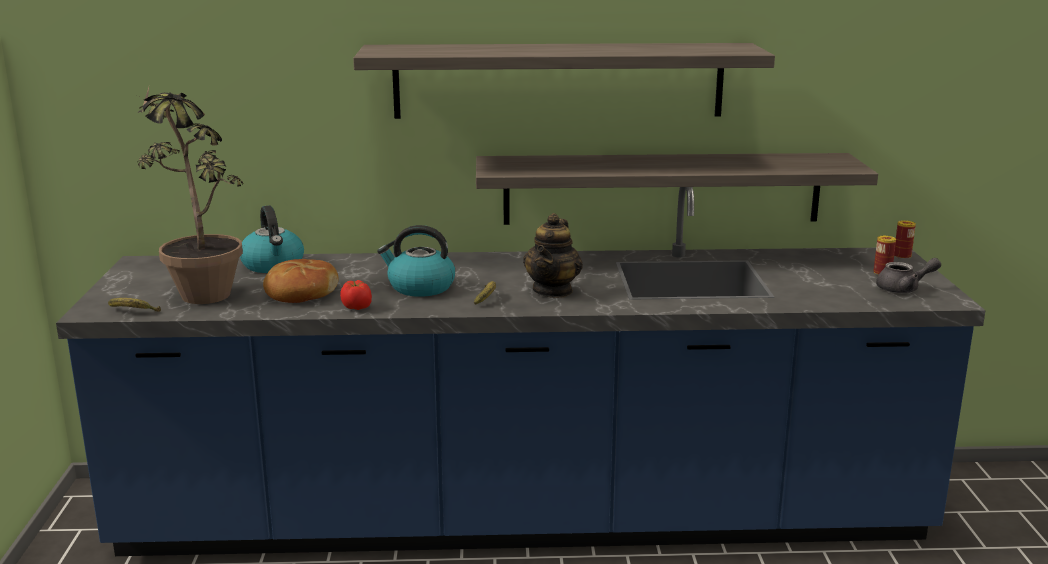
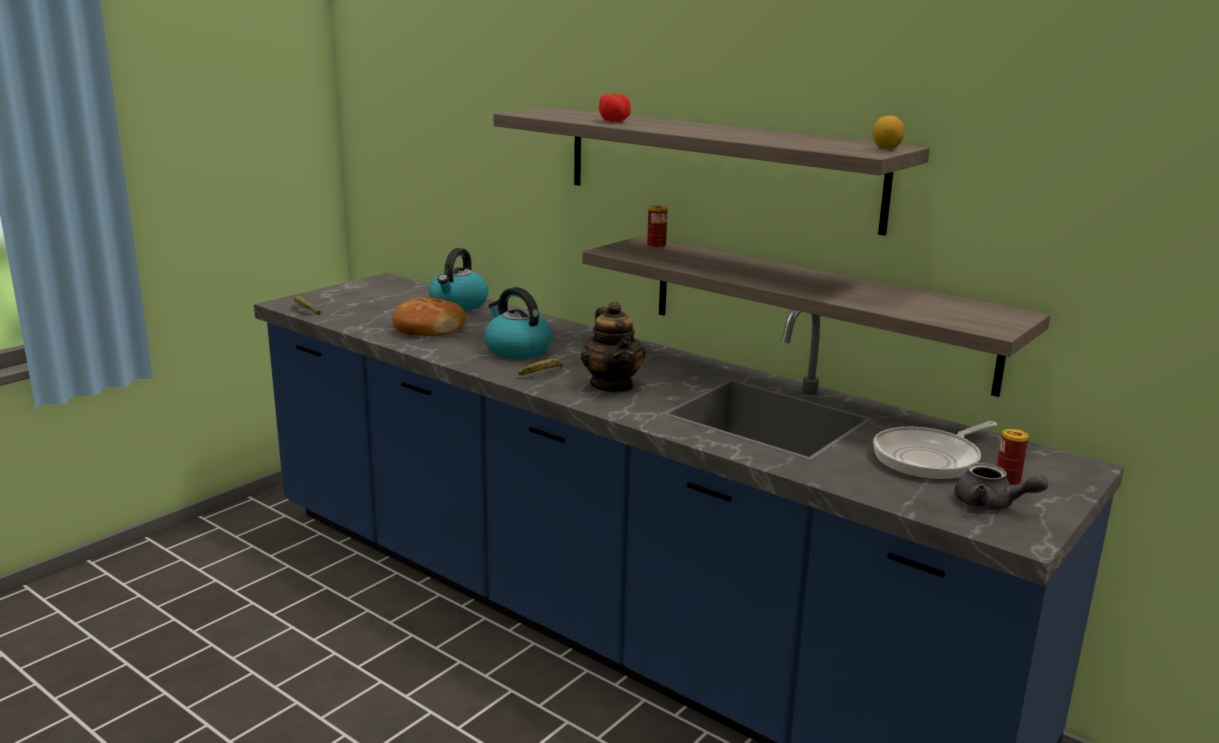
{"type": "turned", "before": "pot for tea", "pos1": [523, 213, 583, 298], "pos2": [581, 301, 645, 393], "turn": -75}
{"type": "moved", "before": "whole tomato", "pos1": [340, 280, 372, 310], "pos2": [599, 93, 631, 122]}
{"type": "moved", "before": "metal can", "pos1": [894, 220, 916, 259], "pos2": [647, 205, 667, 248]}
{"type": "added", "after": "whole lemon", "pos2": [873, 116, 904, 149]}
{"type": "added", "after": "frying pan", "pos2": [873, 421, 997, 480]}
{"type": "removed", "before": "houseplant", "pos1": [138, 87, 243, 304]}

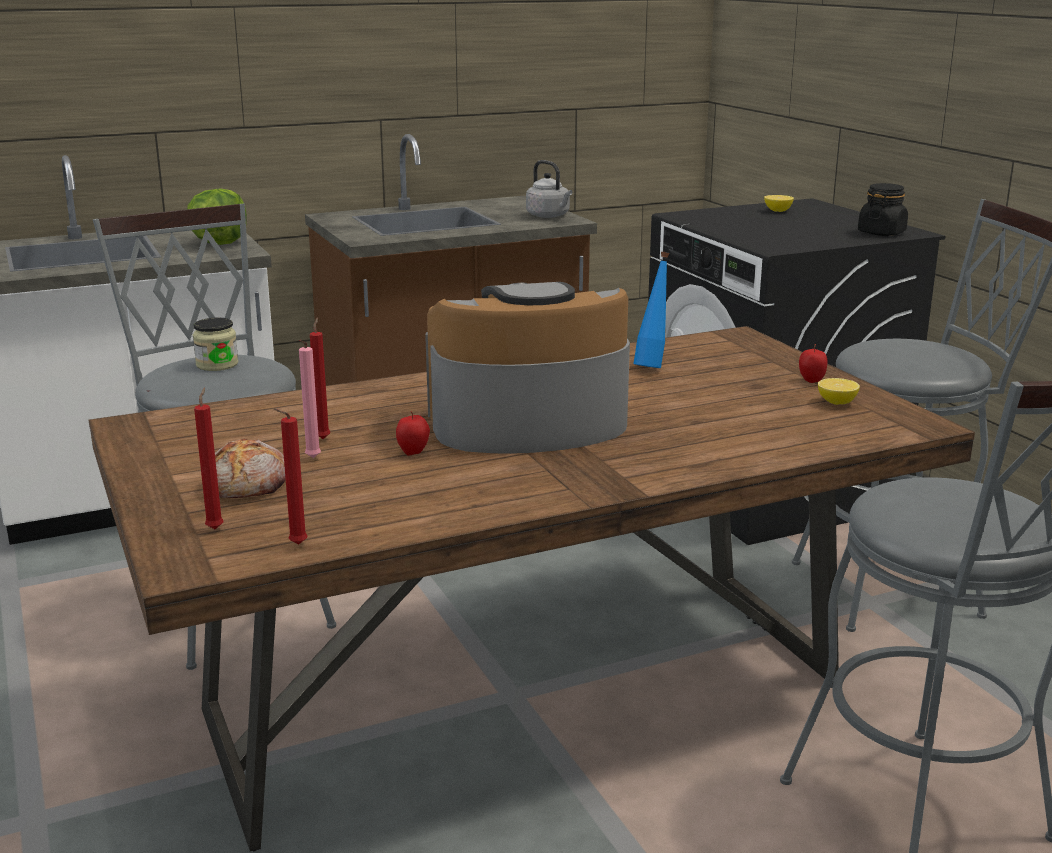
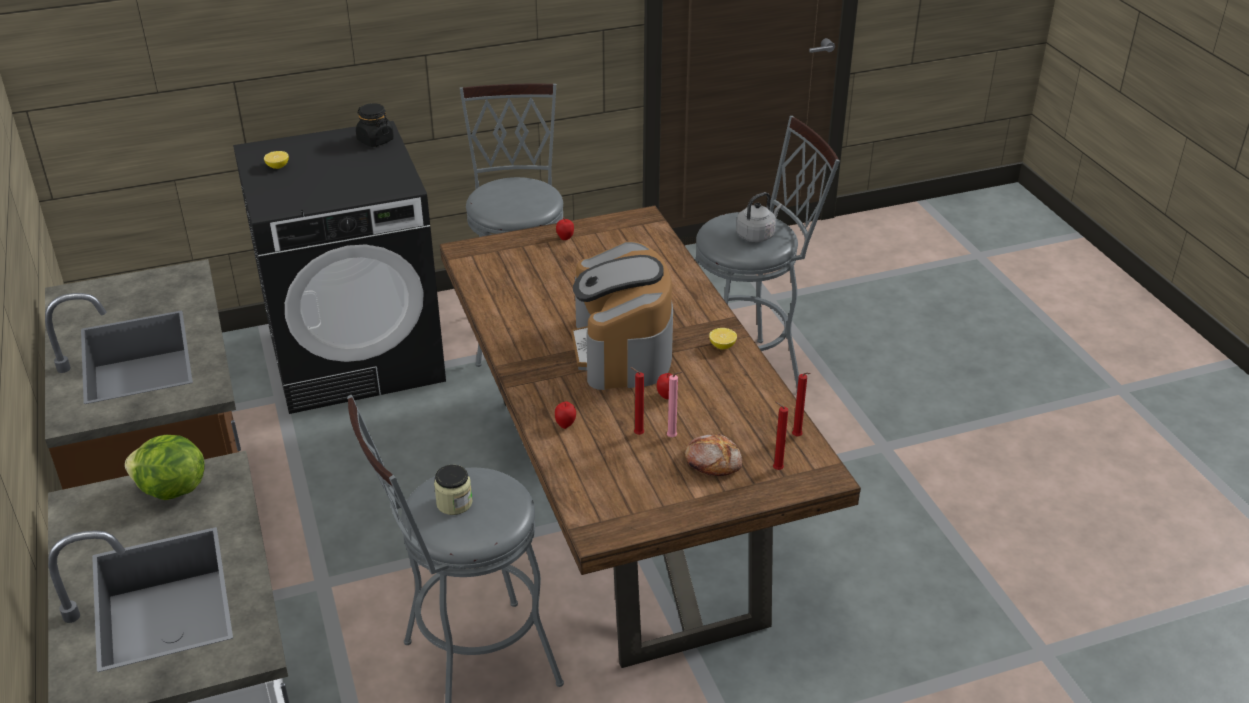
{"type": "added", "after": "apple fruit", "pos2": [555, 402, 576, 429]}
{"type": "moved", "before": "whole lemon", "pos1": [818, 378, 860, 405], "pos2": [709, 328, 737, 349]}
{"type": "moved", "before": "water kettle in grey", "pos1": [526, 160, 572, 218], "pos2": [736, 192, 782, 242]}
{"type": "removed", "before": "bottle in blue", "pos1": [633, 252, 669, 368]}

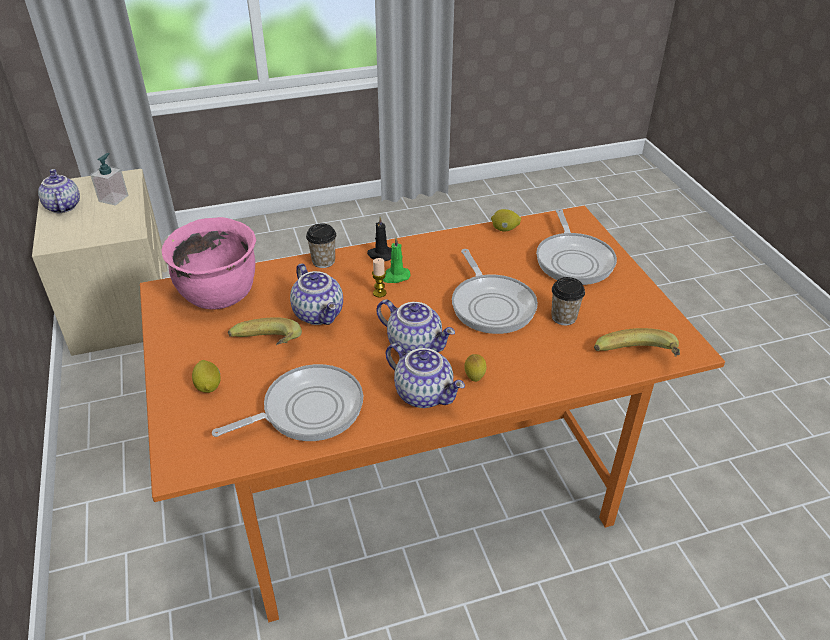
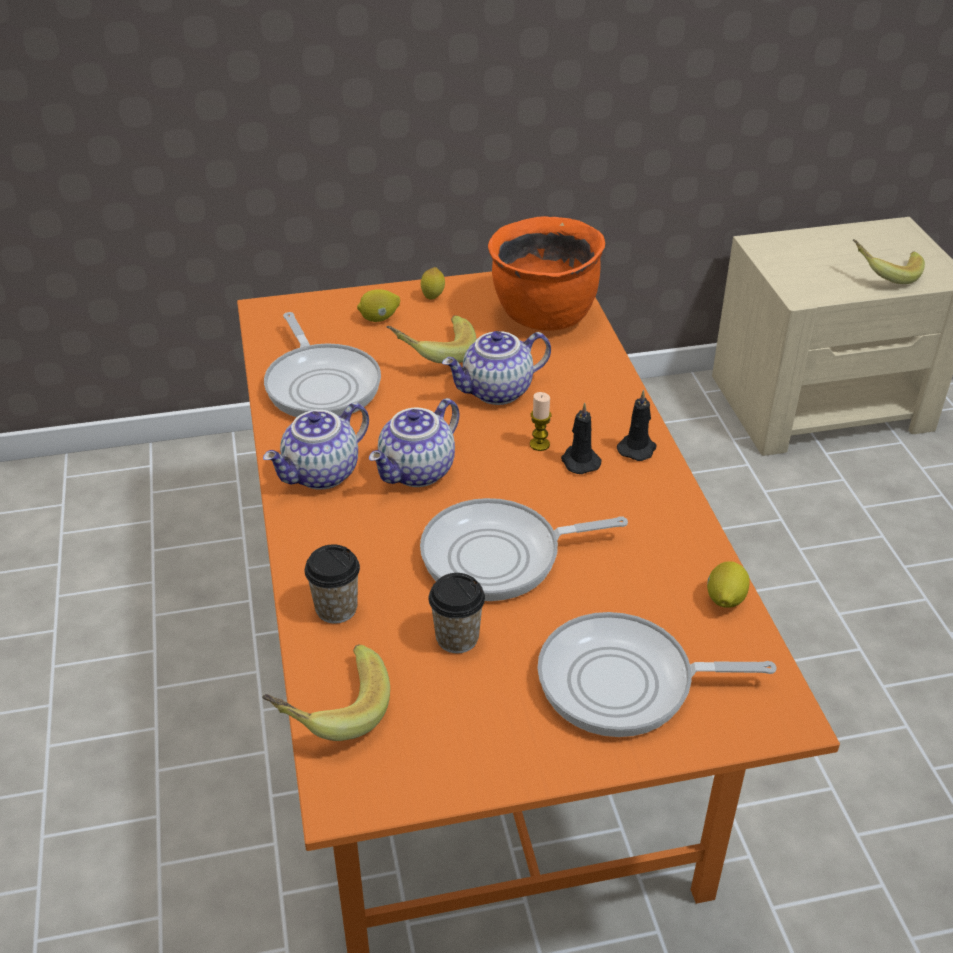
{"type": "moved", "before": "cup", "pos1": [306, 223, 336, 268], "pos2": [304, 544, 360, 624]}
{"type": "moved", "before": "whole lemon", "pos1": [464, 354, 486, 382], "pos2": [421, 267, 445, 300]}
{"type": "recoloured", "before": "saucepot in pink", "after": "saucepot in orange-coloured", "pos1": [162, 217, 256, 310], "pos2": [488, 216, 605, 331]}
{"type": "recoloured", "before": "wax light in greenish", "after": "wax light in blackish", "pos1": [383, 237, 411, 283], "pos2": [561, 403, 602, 474]}
{"type": "replaced", "before": "liquid soap bottle", "after": "banana fruit", "pos1": [90, 153, 128, 206], "pos2": [853, 239, 925, 284]}
{"type": "removed", "before": "pot for tea", "pos1": [38, 169, 80, 213]}

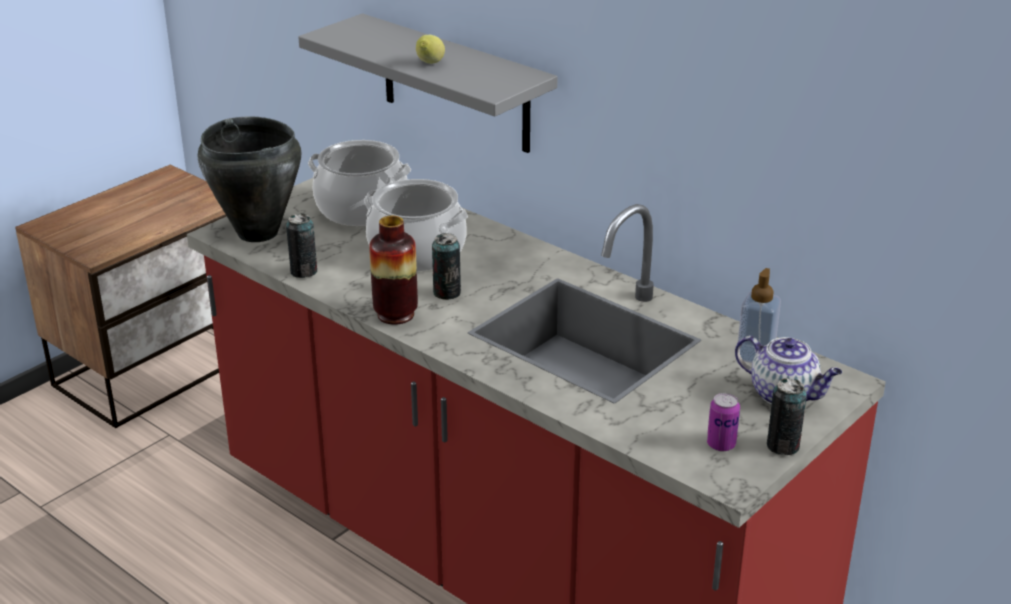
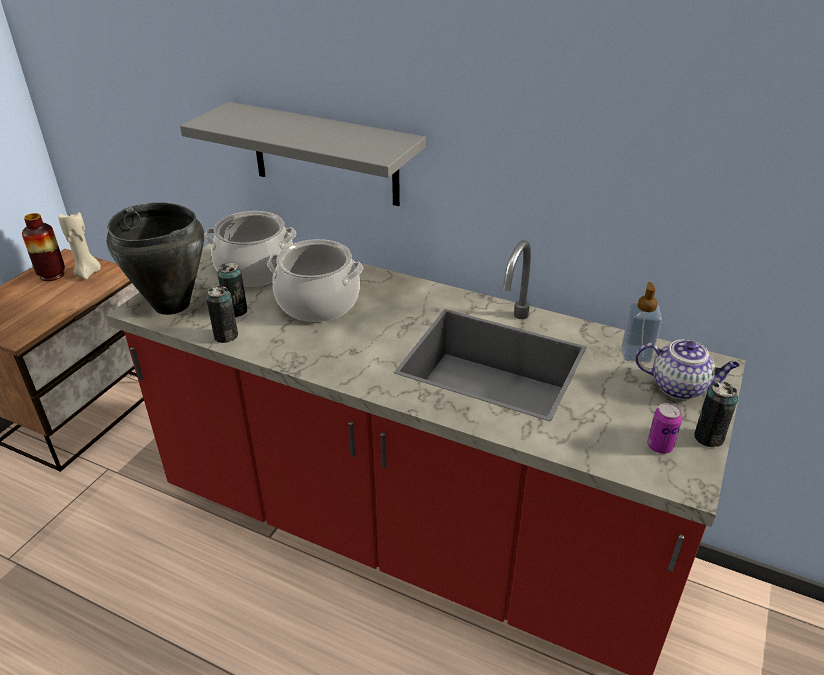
{"type": "moved", "before": "decorative vase", "pos1": [369, 216, 418, 325], "pos2": [22, 213, 65, 281]}
{"type": "added", "after": "wax light in beige", "pos2": [58, 212, 101, 279]}
{"type": "moved", "before": "metal can", "pos1": [432, 233, 461, 300], "pos2": [217, 262, 247, 317]}
{"type": "removed", "before": "whole lemon", "pos1": [416, 35, 445, 64]}

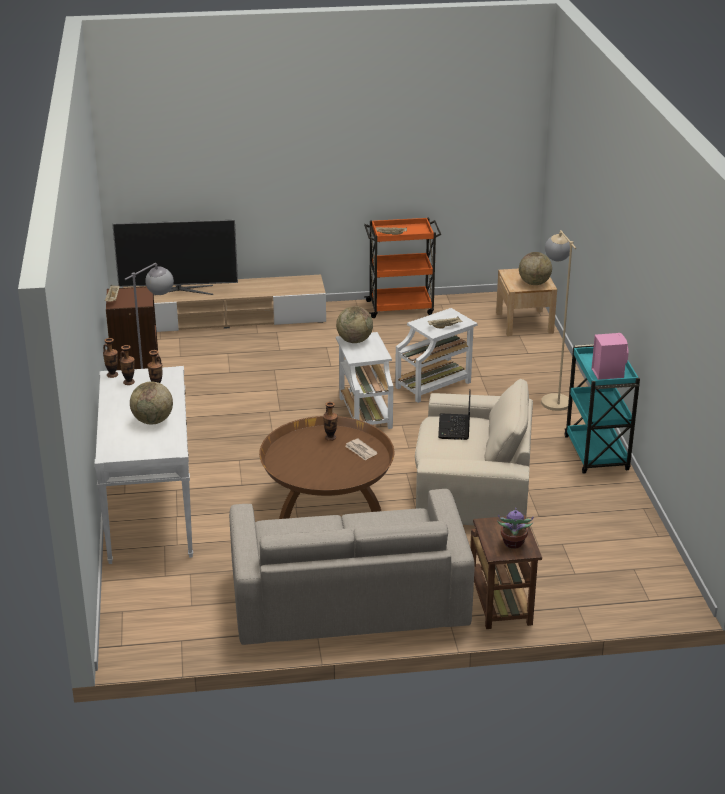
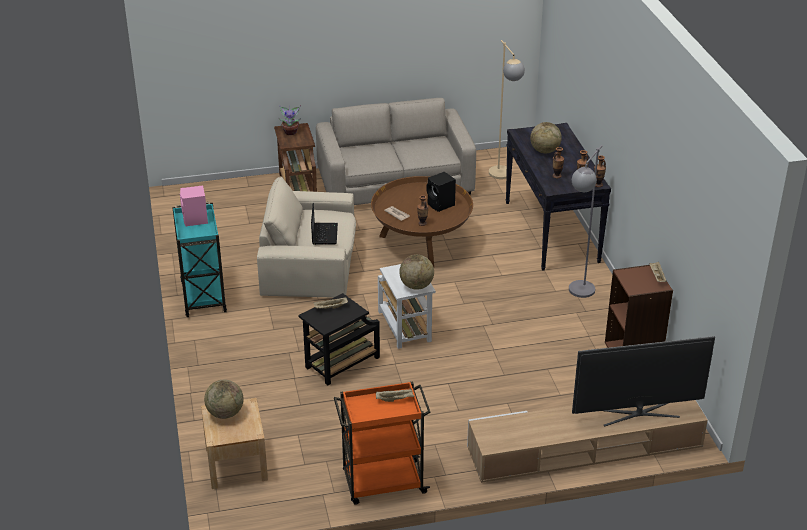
{"type": "recoloured", "before": "accent table in white", "after": "accent table in blackish", "pos1": [395, 308, 478, 403], "pos2": [298, 293, 380, 386]}
{"type": "added", "after": "audio speaker in blackish", "pos2": [427, 172, 456, 212]}
{"type": "moved", "before": "standard lamp in beige", "pos1": [541, 230, 576, 411], "pos2": [489, 40, 525, 179]}
{"type": "recoloured", "before": "console table in white", "after": "console table in blackish", "pos1": [95, 366, 193, 564], "pos2": [505, 123, 611, 271]}

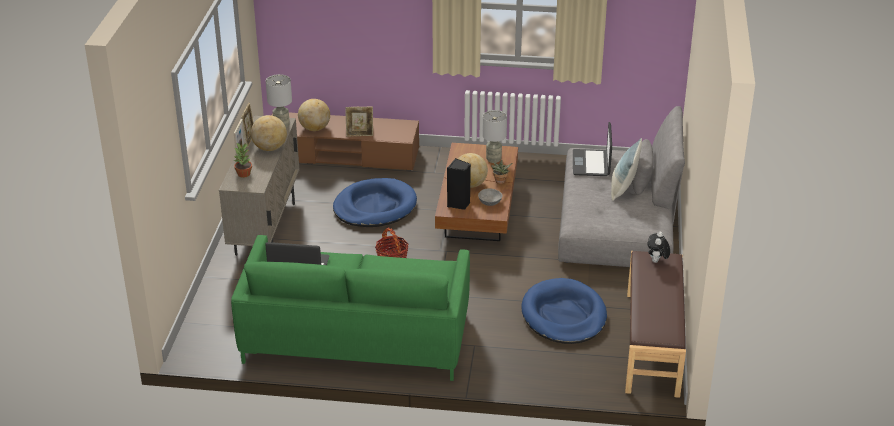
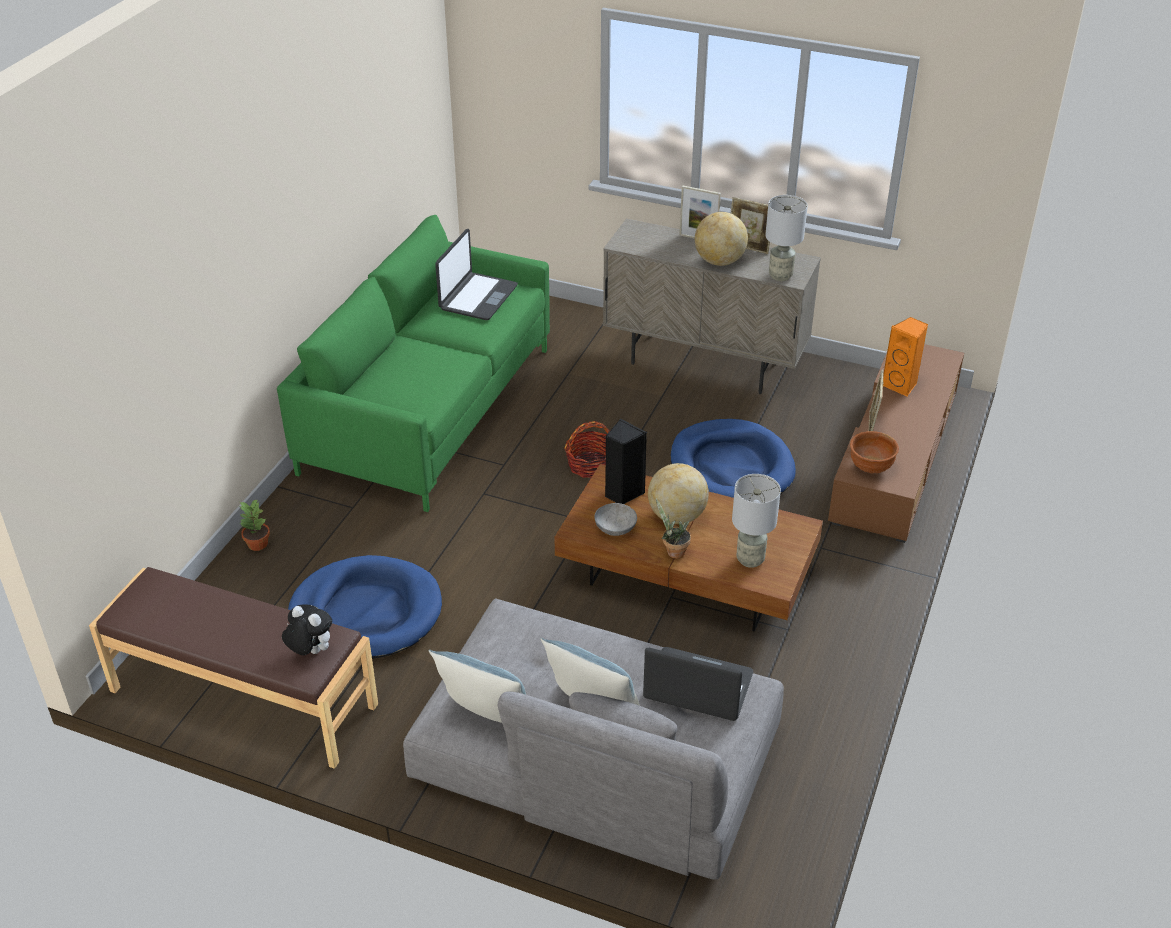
{"type": "moved", "before": "houseplant", "pos1": [234, 143, 252, 178], "pos2": [239, 499, 270, 551]}
{"type": "added", "after": "cushion", "pos2": [428, 650, 526, 723]}
{"type": "added", "after": "bowl in brown", "pos2": [850, 431, 899, 473]}
{"type": "replaced", "before": "globe", "after": "audio speaker in orange-coloured", "pos1": [298, 99, 330, 131], "pos2": [883, 317, 928, 397]}

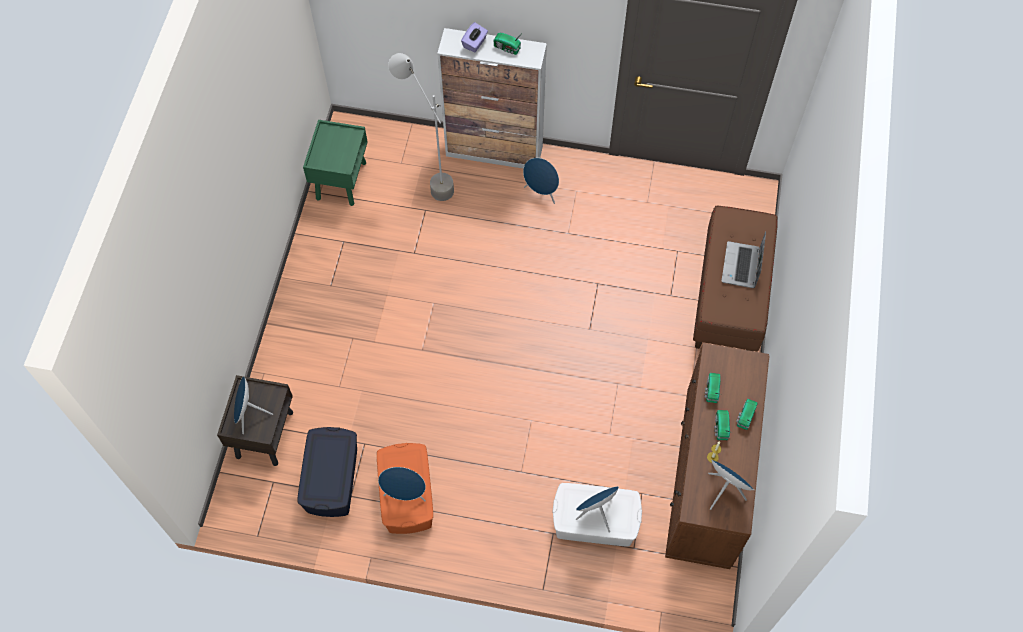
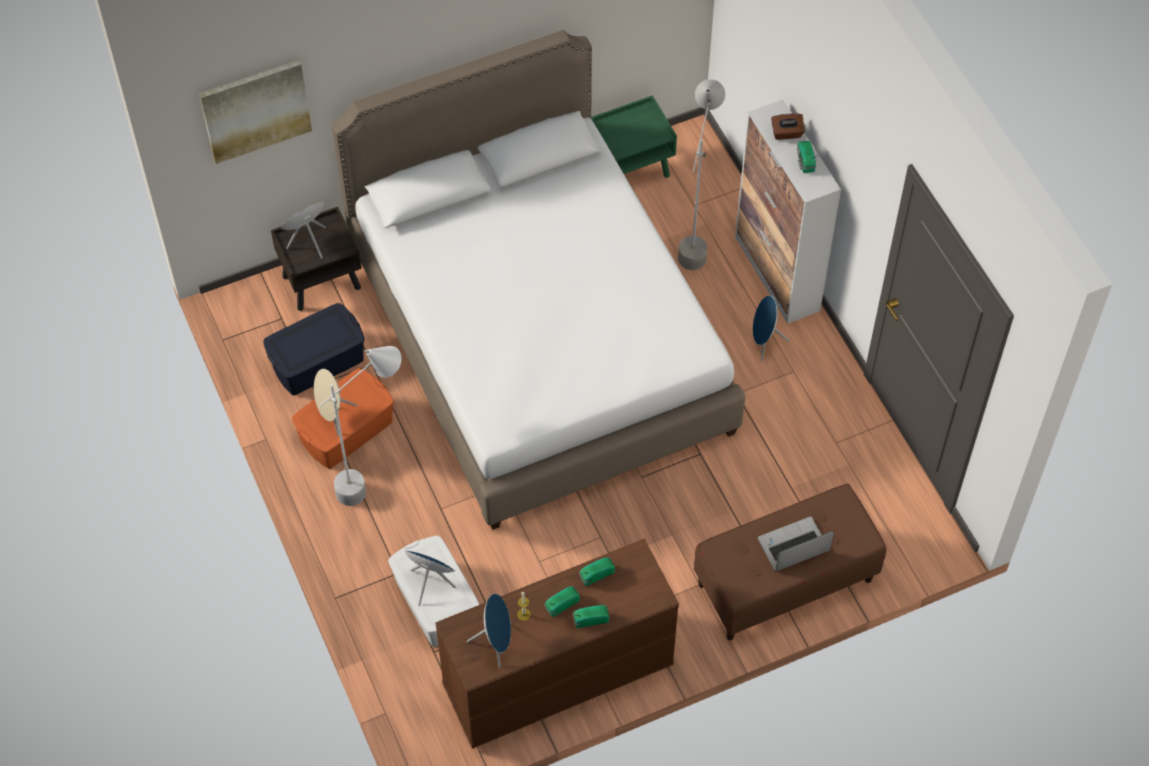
{"type": "added", "after": "wall art", "pos2": [199, 60, 312, 164]}
{"type": "recoloured", "before": "audio speaker in blue", "after": "audio speaker in beige", "pos1": [378, 467, 426, 501], "pos2": [314, 369, 358, 436]}
{"type": "added", "after": "standard lamp in white", "pos2": [319, 346, 402, 506]}
{"type": "added", "after": "bed in white", "pos2": [331, 30, 745, 530]}
{"type": "recoloured", "before": "box of tissues in purple", "after": "box of tissues in brown", "pos1": [461, 22, 488, 52], "pos2": [771, 113, 805, 140]}

